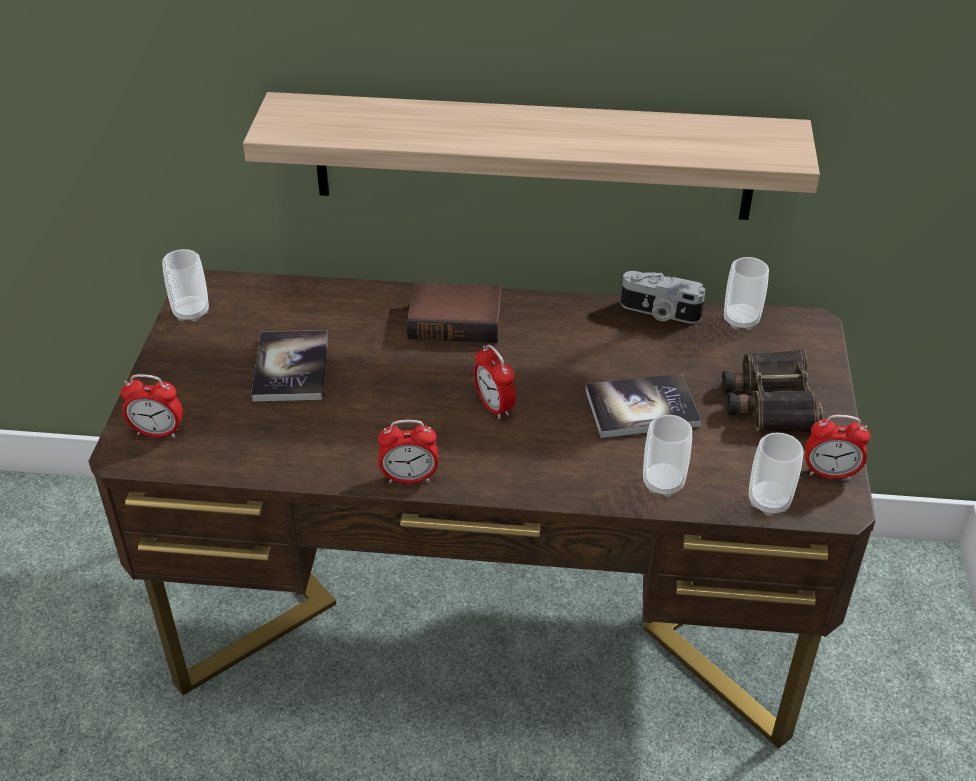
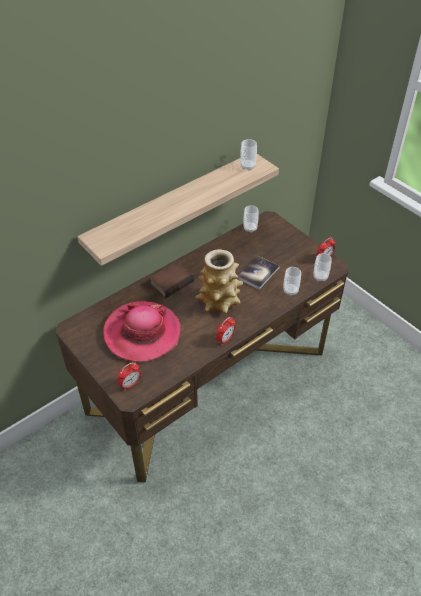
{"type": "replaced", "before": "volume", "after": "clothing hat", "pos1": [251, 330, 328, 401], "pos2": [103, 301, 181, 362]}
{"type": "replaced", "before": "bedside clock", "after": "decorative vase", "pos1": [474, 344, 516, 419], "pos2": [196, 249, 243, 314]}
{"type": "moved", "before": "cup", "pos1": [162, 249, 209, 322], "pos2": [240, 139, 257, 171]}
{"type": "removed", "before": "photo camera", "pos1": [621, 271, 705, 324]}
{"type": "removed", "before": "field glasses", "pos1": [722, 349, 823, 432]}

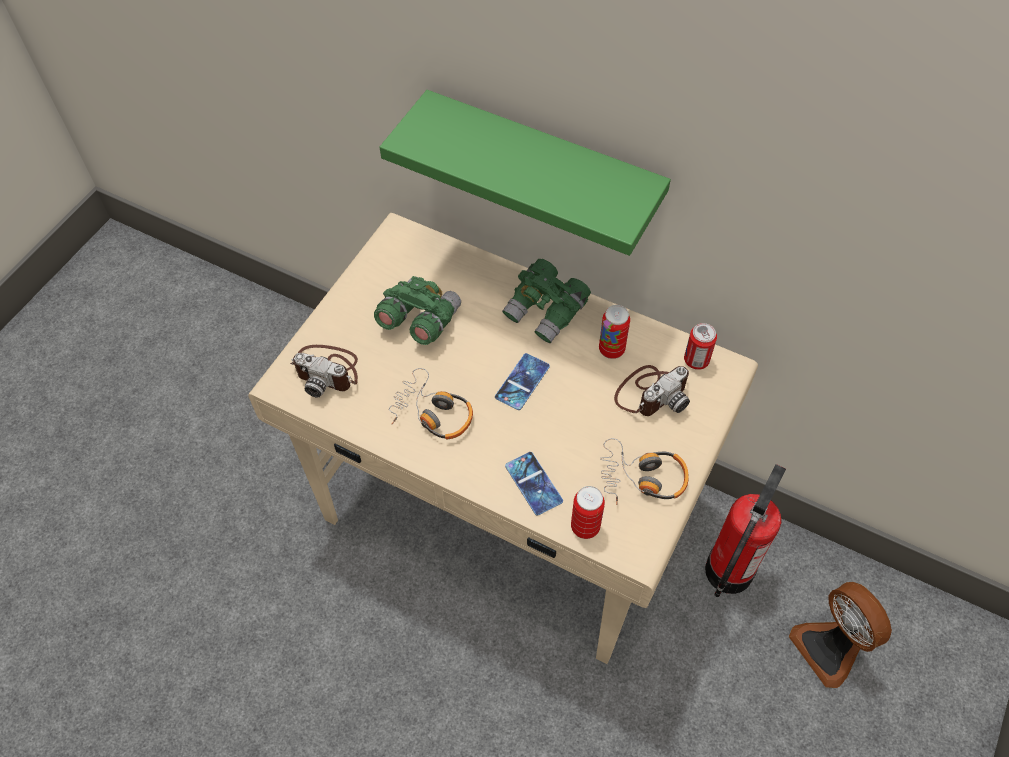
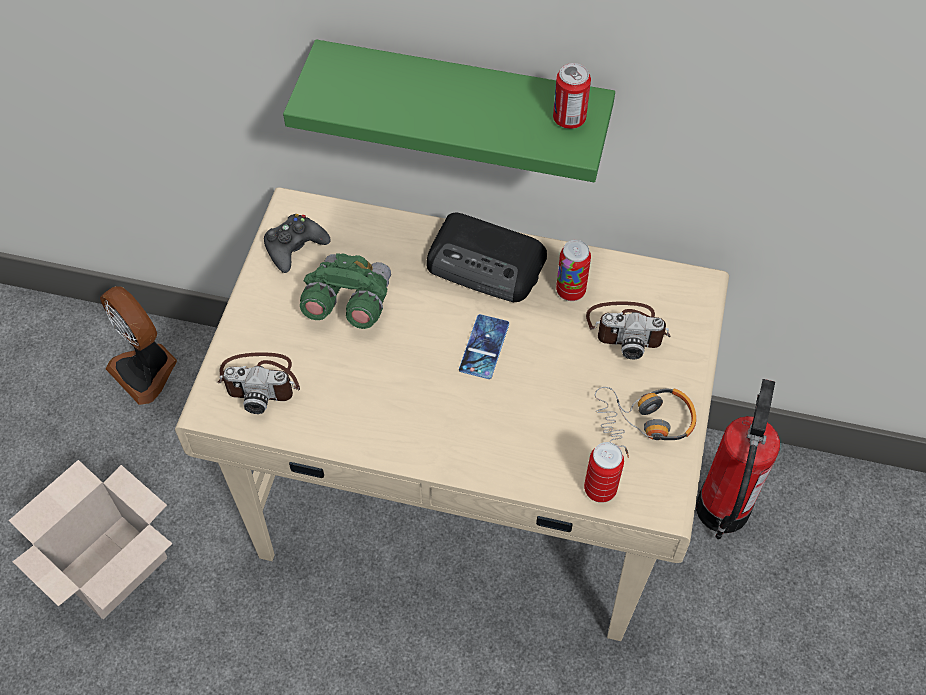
{"type": "added", "after": "cardboard box", "pos2": [9, 460, 172, 619]}
{"type": "moved", "before": "cooling fan", "pos1": [789, 582, 892, 688], "pos2": [100, 286, 177, 405]}
{"type": "added", "after": "gamepad in blackish", "pos2": [264, 214, 331, 273]}
{"type": "replaced", "before": "field glasses in greenish", "after": "radio set", "pos1": [502, 259, 591, 343], "pos2": [426, 213, 547, 302]}
{"type": "moved", "before": "metal can", "pos1": [684, 323, 717, 370], "pos2": [553, 63, 591, 129]}
{"type": "turned", "before": "photo camera", "pos1": [614, 365, 690, 416], "pos2": [586, 302, 671, 359], "turn": 60}
{"type": "removed", "before": "headset", "pos1": [389, 368, 473, 439]}
{"type": "removed", "before": "handset", "pos1": [505, 452, 563, 516]}

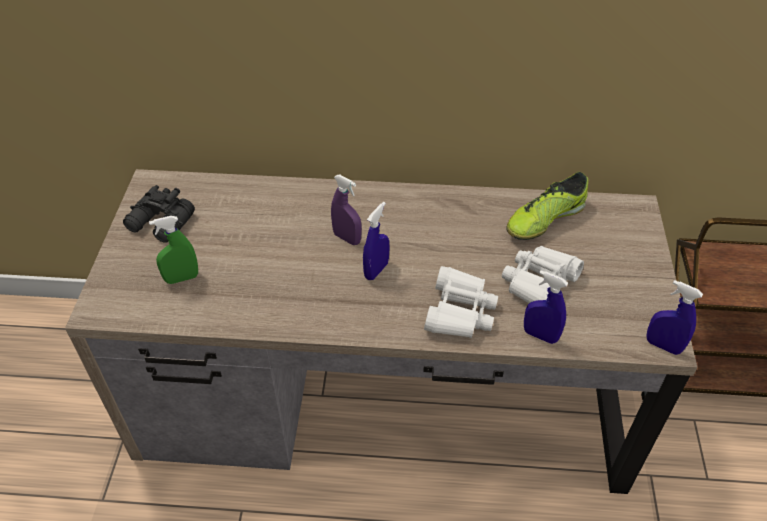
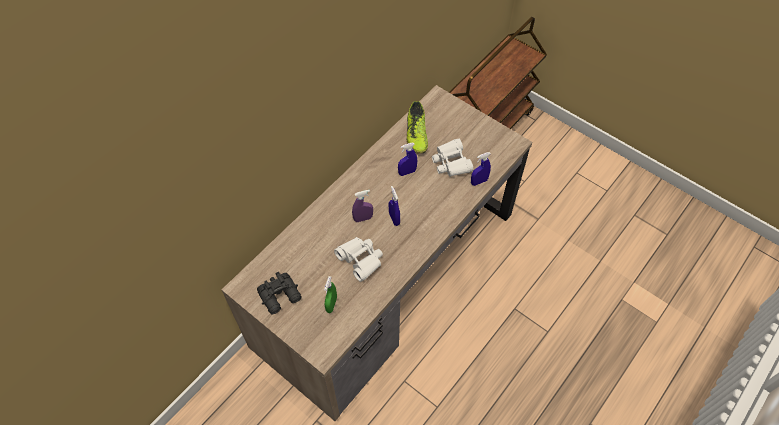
{"type": "moved", "before": "field glasses in white", "pos1": [424, 266, 498, 338], "pos2": [334, 237, 383, 282]}
{"type": "moved", "before": "hand sprayer in blue", "pos1": [646, 280, 703, 355], "pos2": [398, 143, 417, 176]}

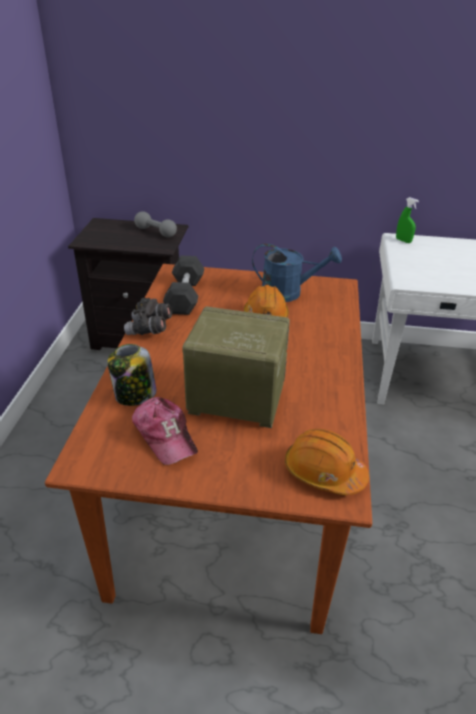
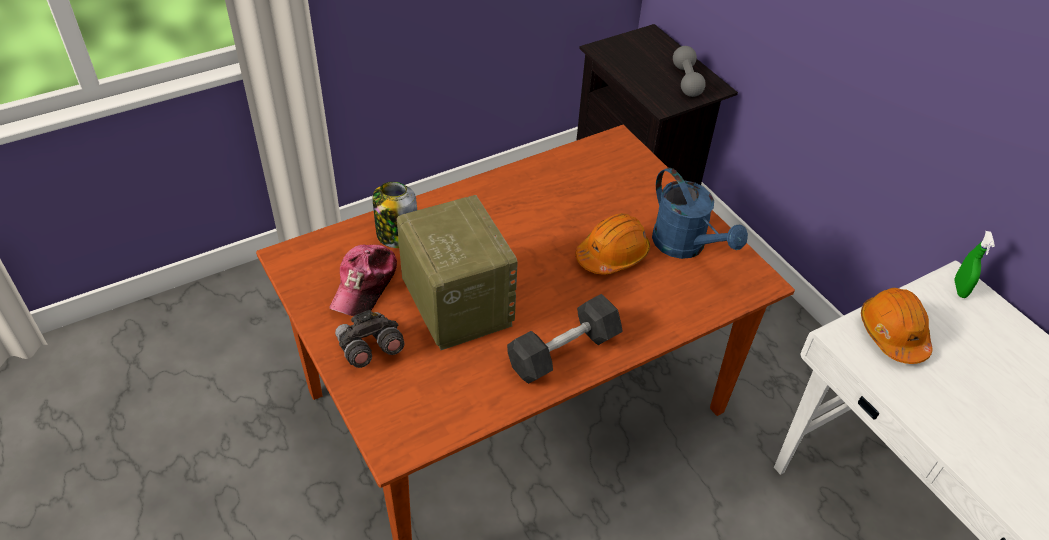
{"type": "moved", "before": "field glasses in grey", "pos1": [124, 298, 172, 335], "pos2": [335, 310, 405, 368]}
{"type": "moved", "before": "free weight in blackish", "pos1": [163, 255, 204, 315], "pos2": [507, 294, 623, 384]}
{"type": "moved", "before": "safety helmet in orange-coloured", "pos1": [285, 428, 369, 495], "pos2": [861, 288, 932, 364]}

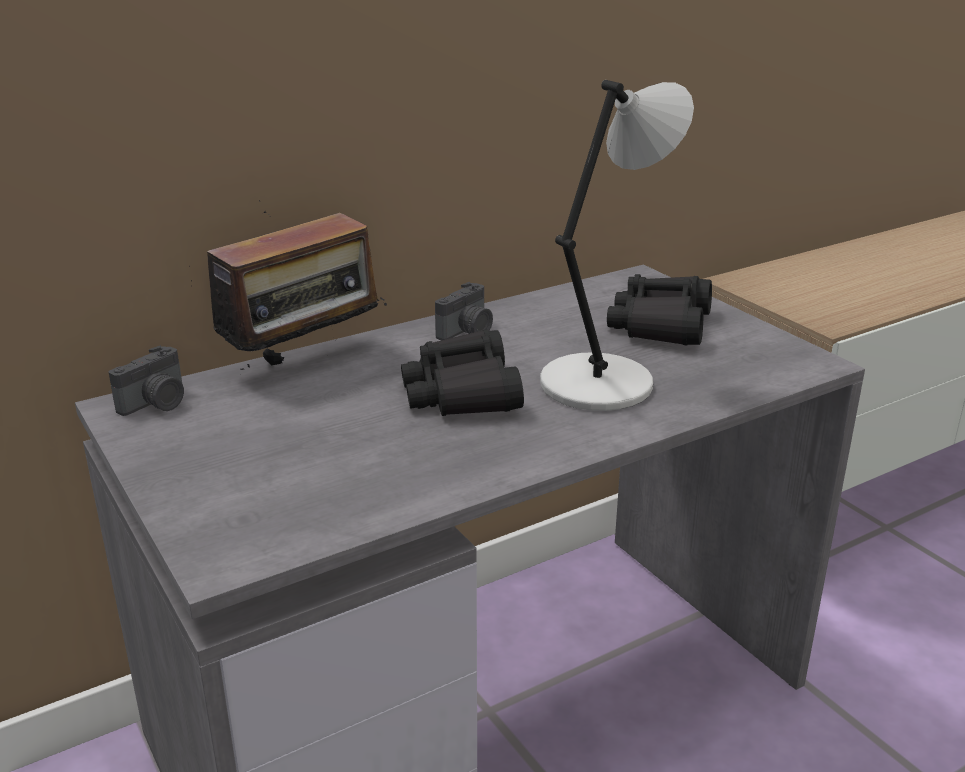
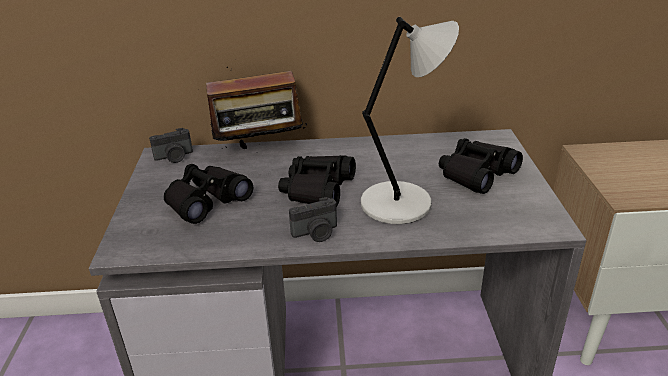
{"type": "added", "after": "field glasses in blackish", "pos2": [164, 164, 253, 224]}
{"type": "moved", "before": "photo camera", "pos1": [435, 282, 493, 340], "pos2": [289, 197, 337, 242]}

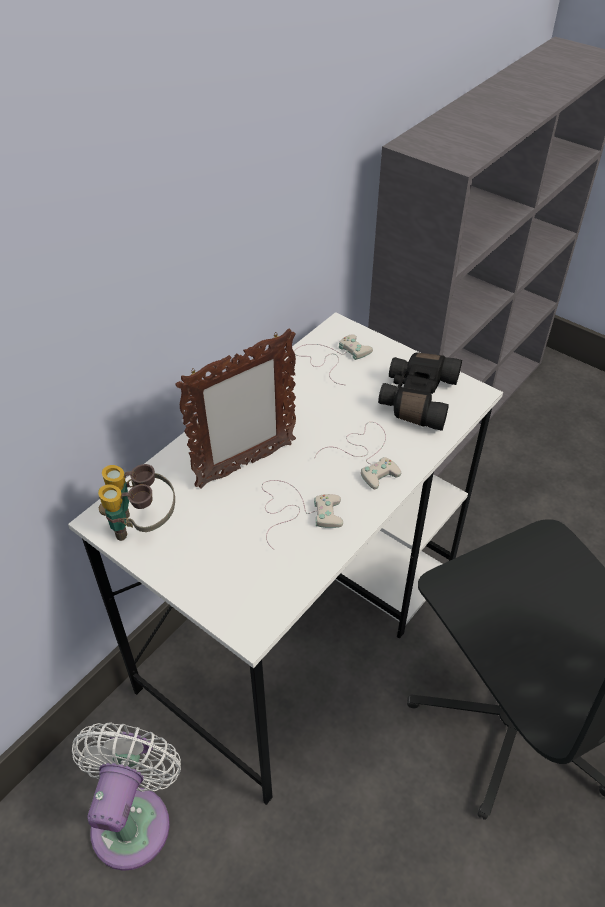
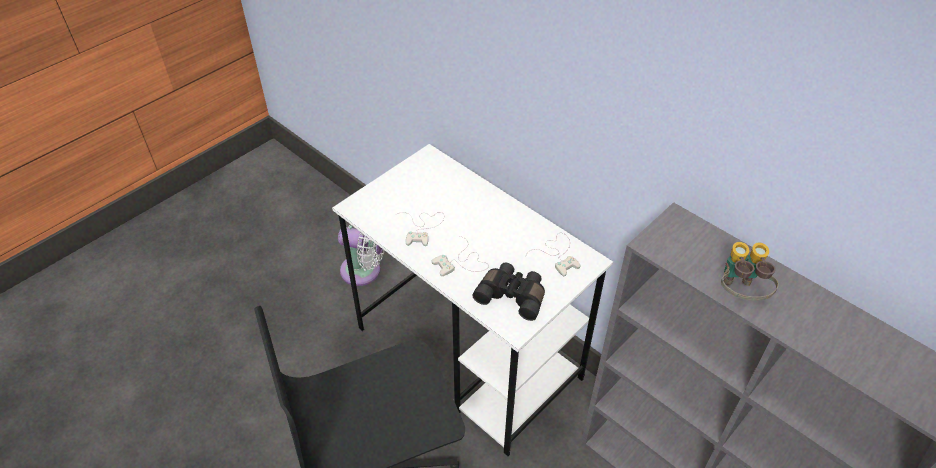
{"type": "moved", "before": "field glasses", "pos1": [98, 464, 175, 541], "pos2": [721, 242, 779, 301]}
{"type": "removed", "before": "photo frame", "pos1": [175, 329, 296, 489]}

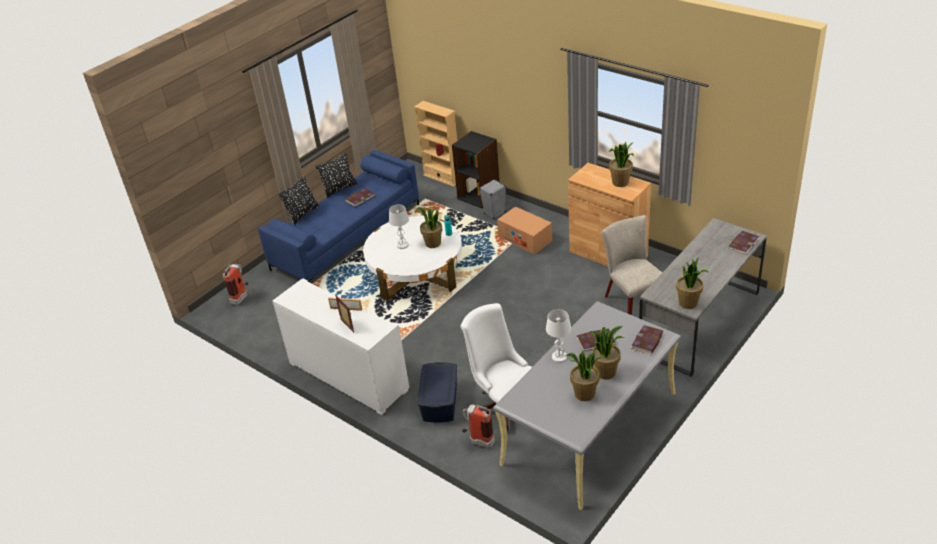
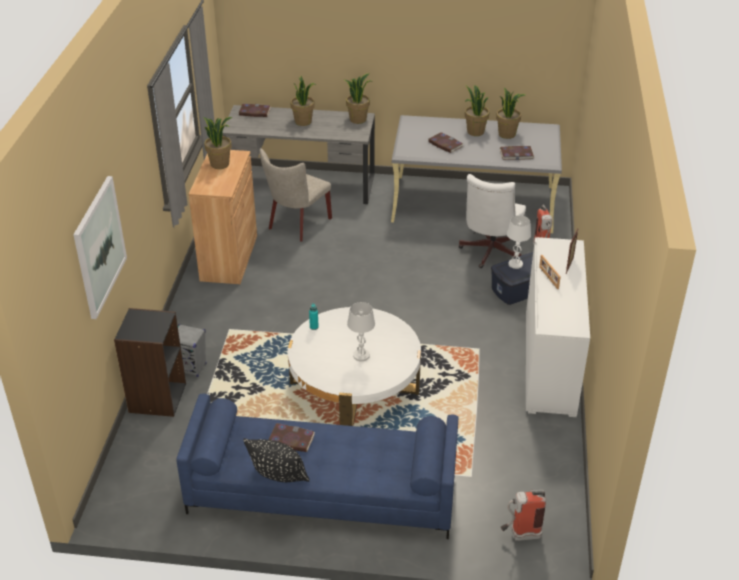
{"type": "added", "after": "wall art", "pos2": [73, 176, 127, 319]}
{"type": "moved", "before": "houseplant", "pos1": [415, 207, 443, 248], "pos2": [291, 76, 316, 126]}
{"type": "moved", "before": "volume", "pos1": [631, 325, 663, 354], "pos2": [500, 146, 534, 160]}
{"type": "moved", "before": "tabletop lamp in white", "pos1": [546, 309, 571, 363], "pos2": [507, 215, 531, 269]}
{"type": "removed", "before": "cushion in blackish", "pos1": [279, 176, 319, 225]}
{"type": "removed", "before": "bookcase in beige", "pos1": [414, 101, 457, 187]}
{"type": "removed", "before": "cardboard box", "pos1": [497, 206, 552, 255]}

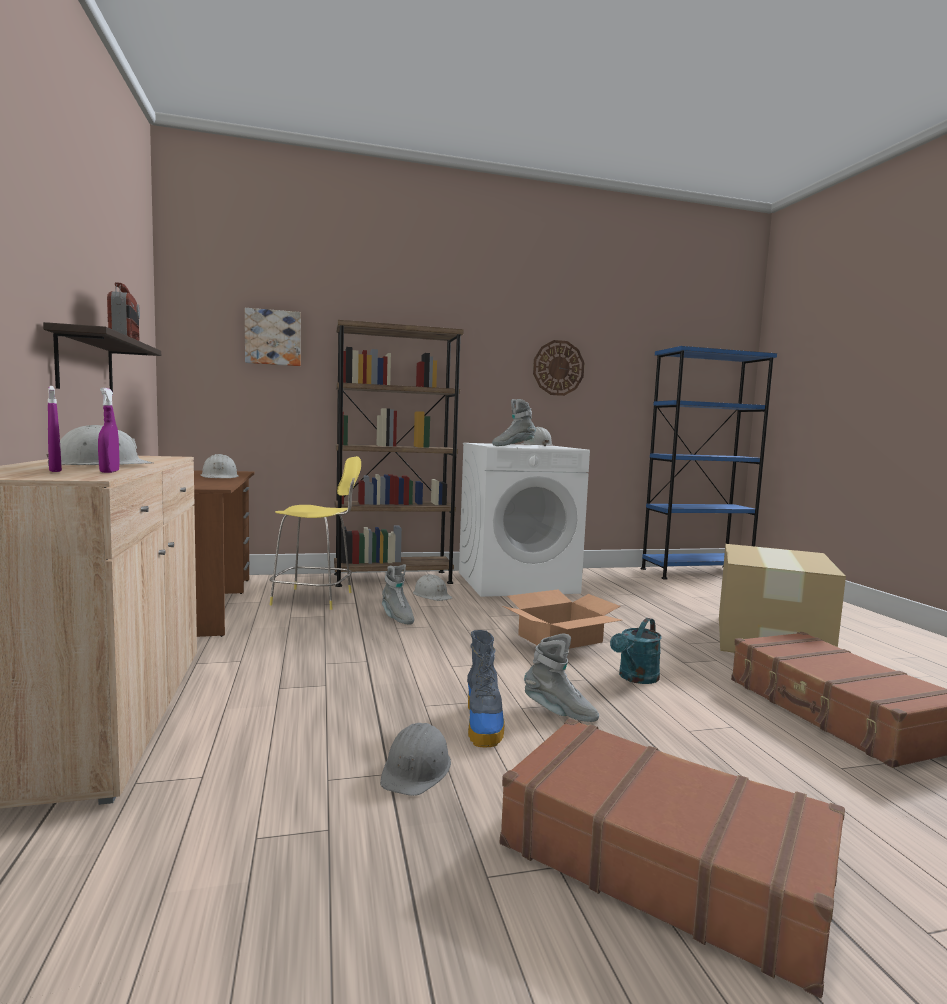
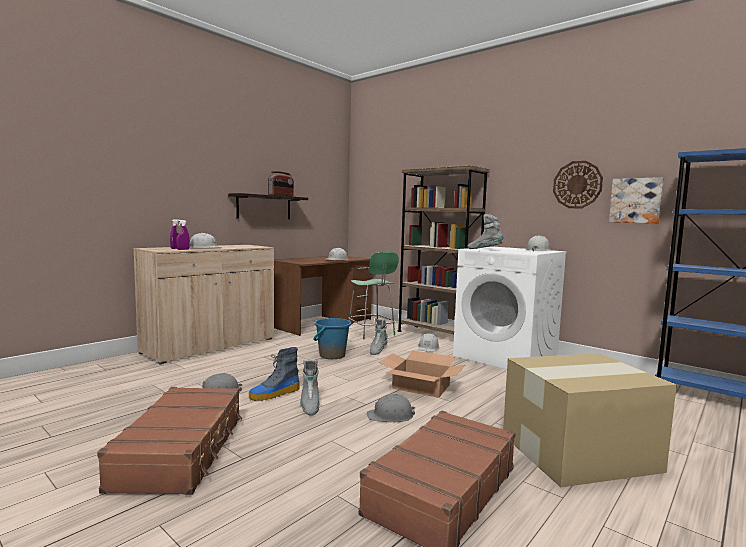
{"type": "added", "after": "water bucket in blue", "pos2": [313, 318, 352, 359]}
{"type": "recoloured", "before": "stool in yellow", "after": "stool in greenish", "pos1": [270, 456, 361, 610], "pos2": [349, 252, 399, 339]}
{"type": "replaced", "before": "sprinkling can in blue-green", "after": "safety helmet in grey", "pos1": [610, 618, 662, 684], "pos2": [367, 394, 415, 422]}
{"type": "moved", "before": "wall art", "pos1": [245, 308, 301, 366], "pos2": [609, 177, 664, 223]}

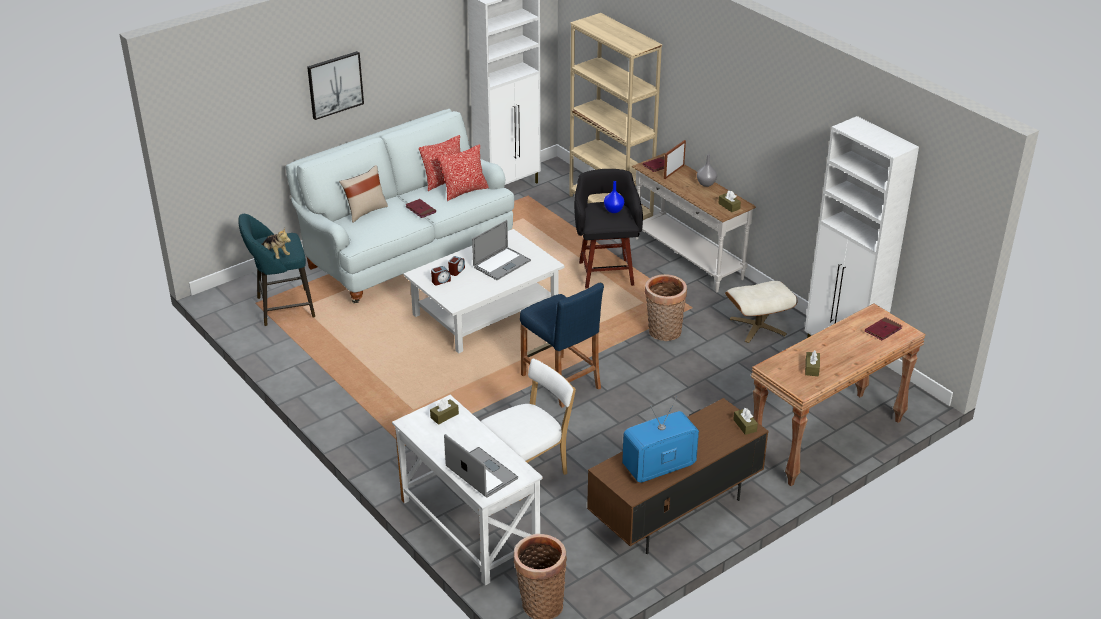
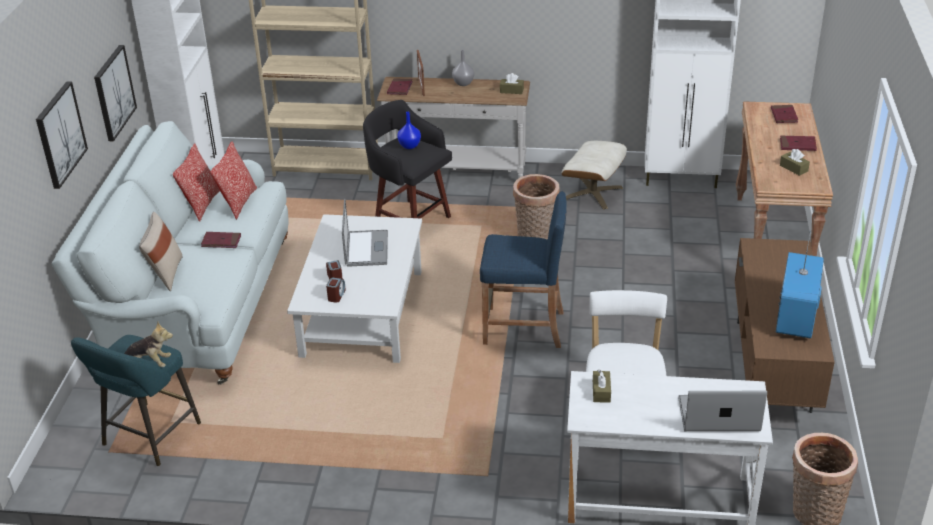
{"type": "added", "after": "wall art", "pos2": [94, 45, 137, 141]}
{"type": "added", "after": "volume in red", "pos2": [780, 136, 817, 151]}
{"type": "removed", "before": "box of tissues in brown", "pos1": [733, 408, 758, 435]}

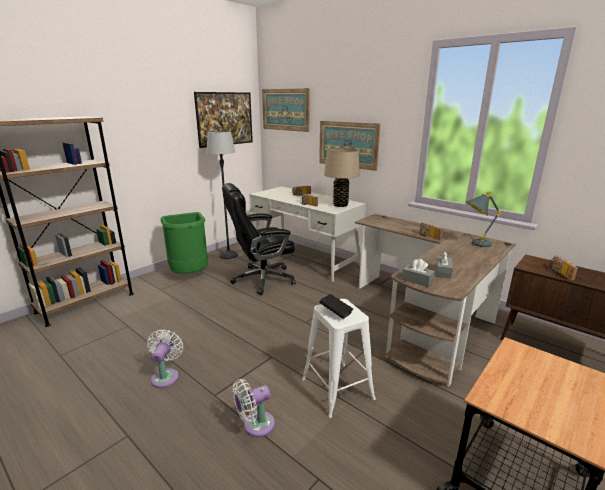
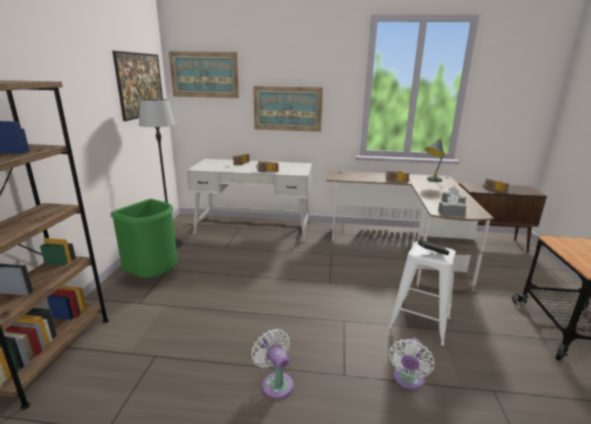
{"type": "removed", "before": "desk chair in blackish", "pos1": [222, 183, 296, 295]}
{"type": "removed", "before": "tabletop lamp in beige", "pos1": [324, 148, 360, 207]}

